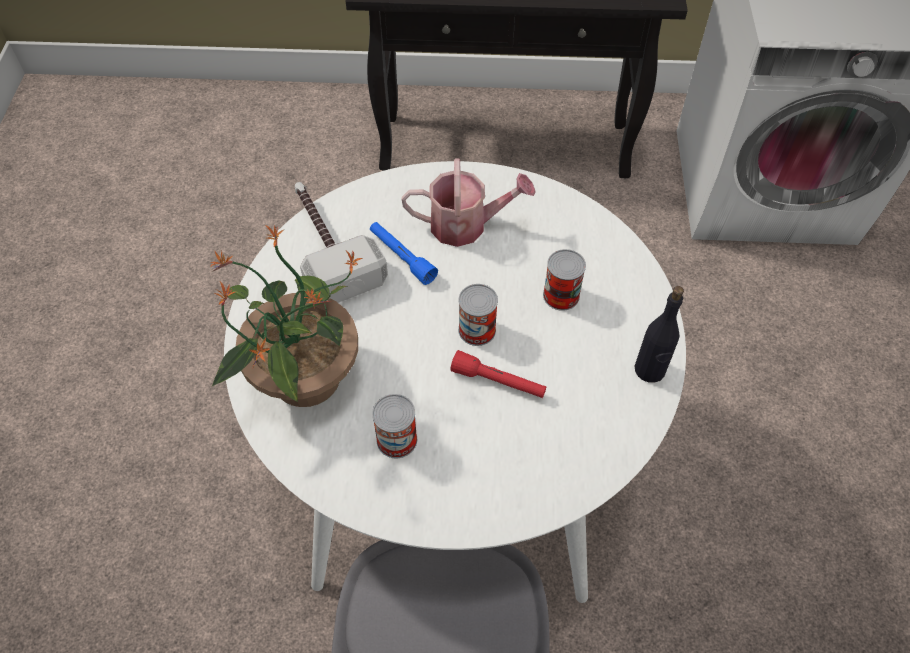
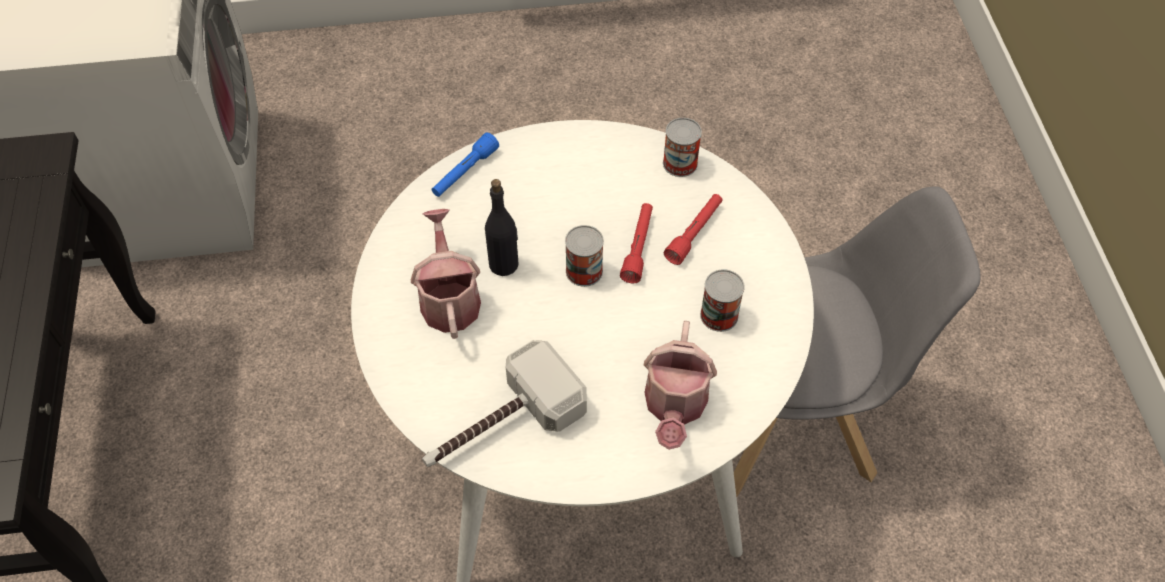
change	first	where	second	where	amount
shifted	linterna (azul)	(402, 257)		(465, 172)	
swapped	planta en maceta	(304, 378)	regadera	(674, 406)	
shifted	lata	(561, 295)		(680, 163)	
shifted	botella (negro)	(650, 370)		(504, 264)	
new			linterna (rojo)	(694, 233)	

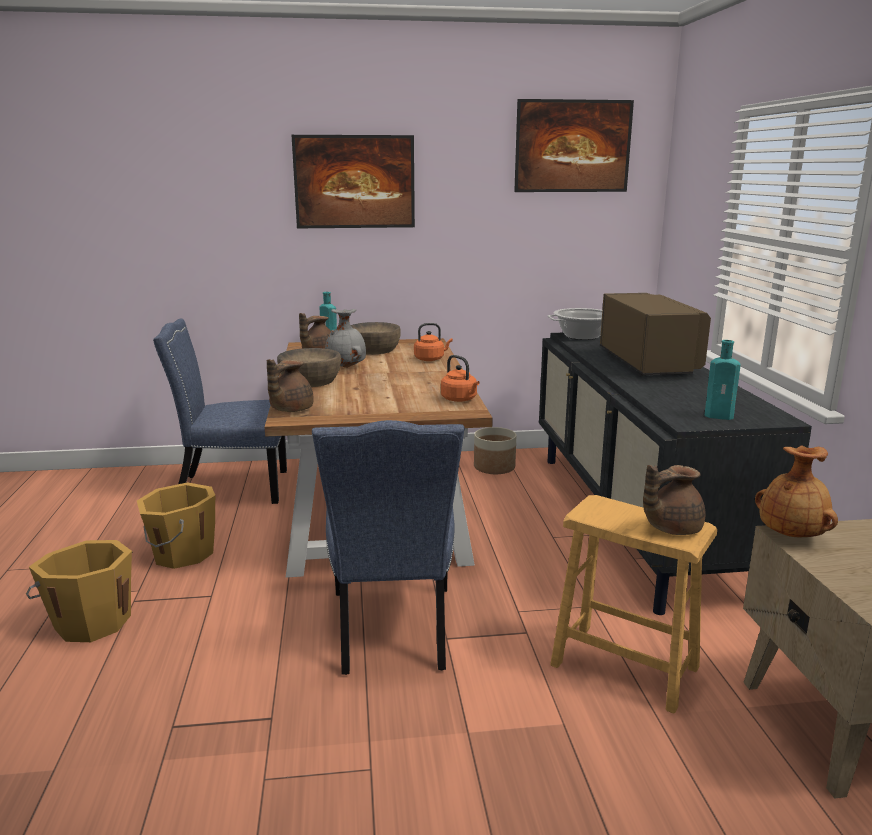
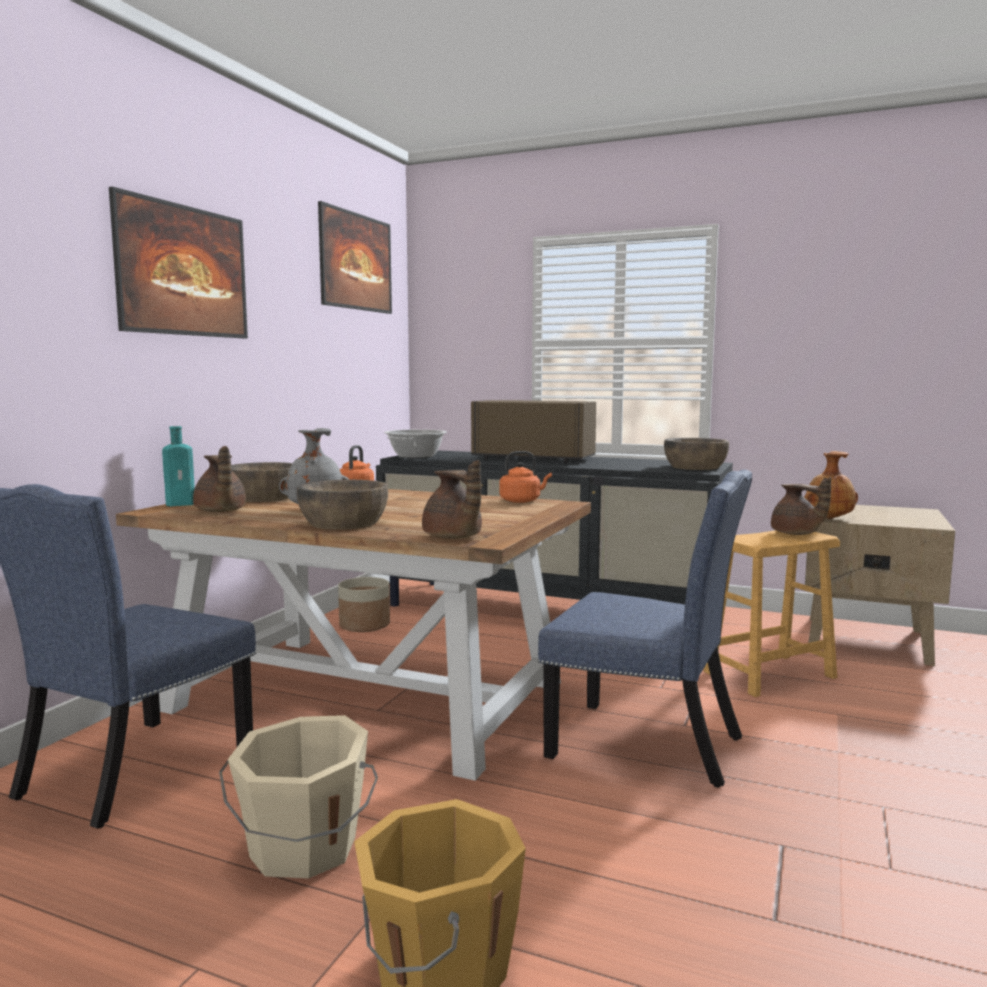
change	first	where	second	where	amount
swapped	botella (turquesa)	(721, 416)	cuenco (marrón)	(695, 467)	
rotated	tetera (marrón)	(670, 528)		(796, 534)	45 degrees counterclockwise
repainted	cubo (naranja)	(182, 553)	cubo (beis)	(303, 848)	

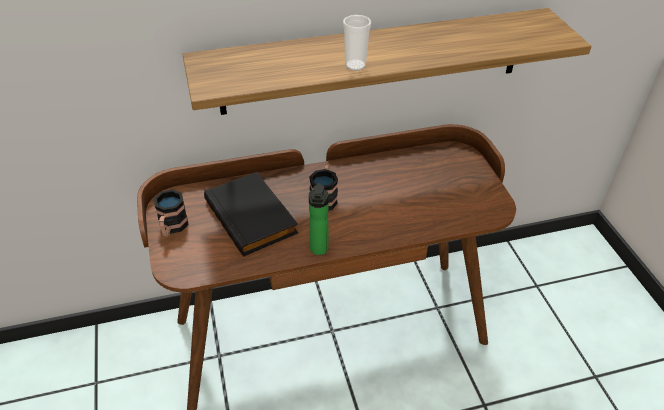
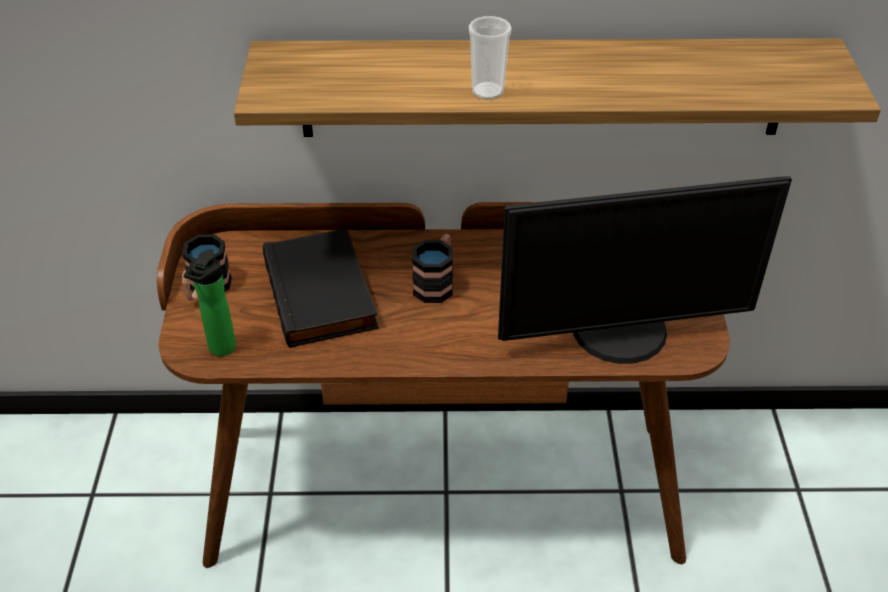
change	first	where	second	where	amount
shifted	botella	(318, 251)		(220, 350)	
new			monitor	(621, 333)	

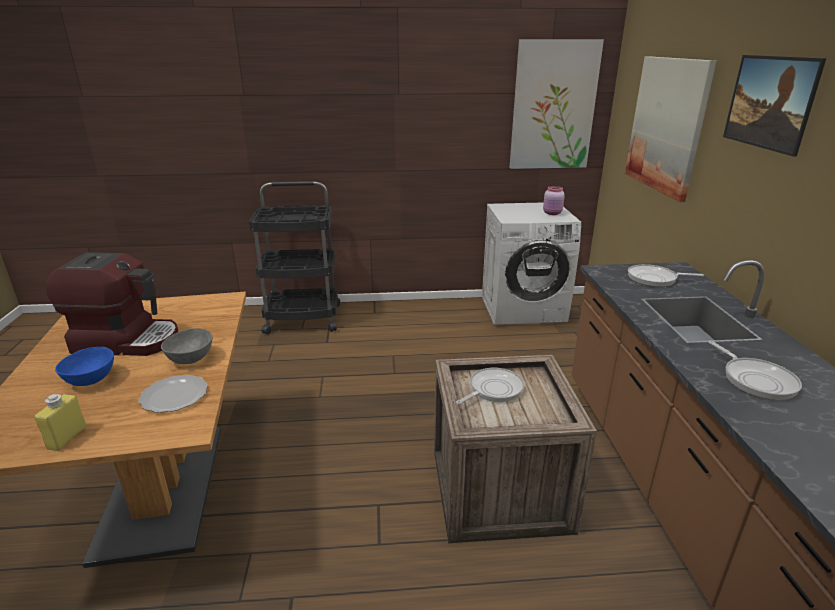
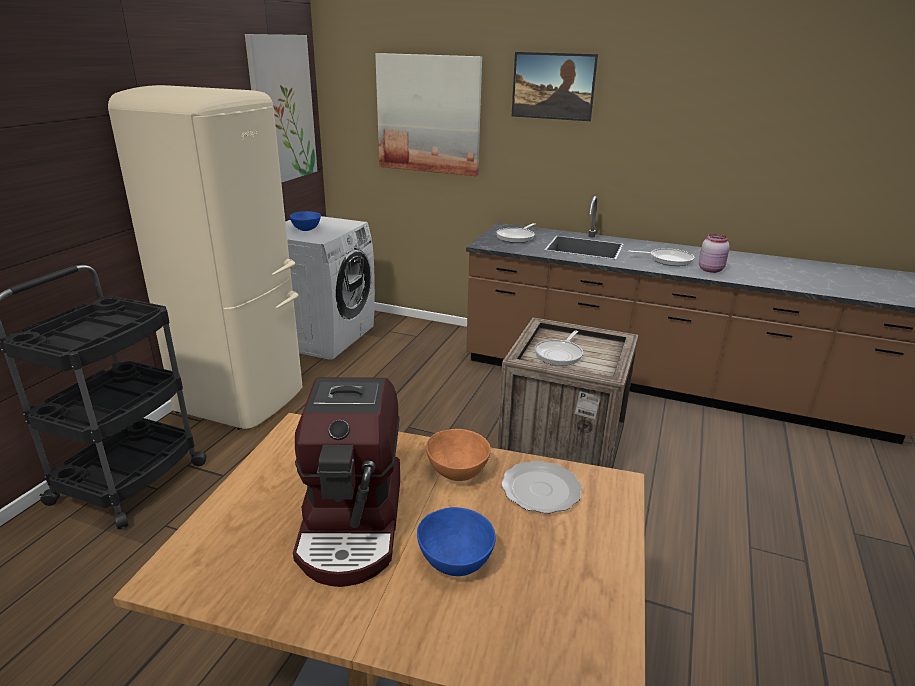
change	first	where	second	where	amount
shifted	tarro (rosa)	(552, 213)		(711, 270)	
rotated	cafetera	(127, 340)		(353, 524)	150 degrees clockwise
repainted	cuenco (gris)	(192, 359)	cuenco (naranja)	(457, 470)	
rotated	sartén	(493, 389)		(559, 354)	135 degrees counterclockwise
gone	botella (amarillo)	(67, 438)			
new			nevera (beis)	(245, 399)	
new			cuenco (azul)	(306, 229)	

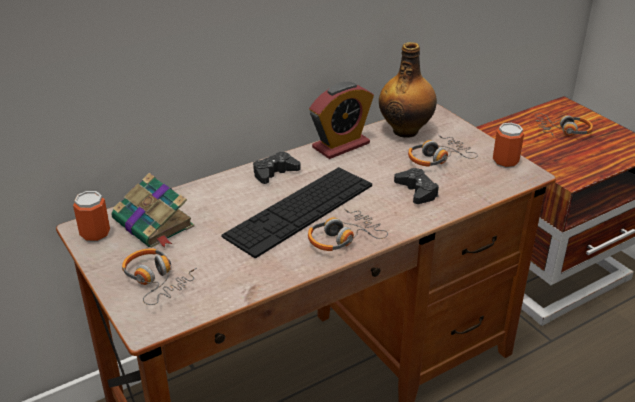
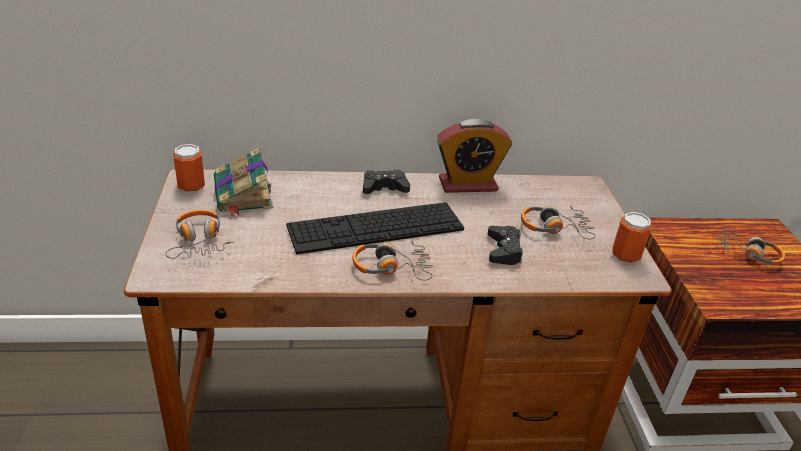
change	first	where	second	where	amount
gone	botella	(406, 130)			

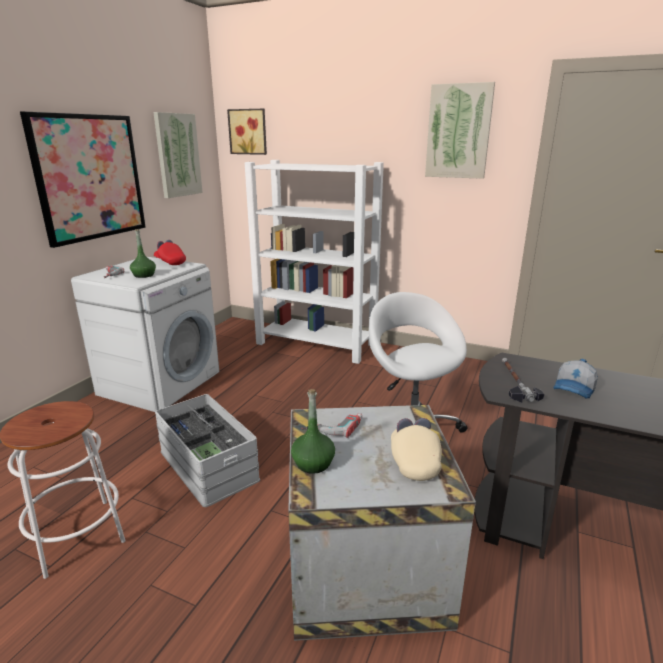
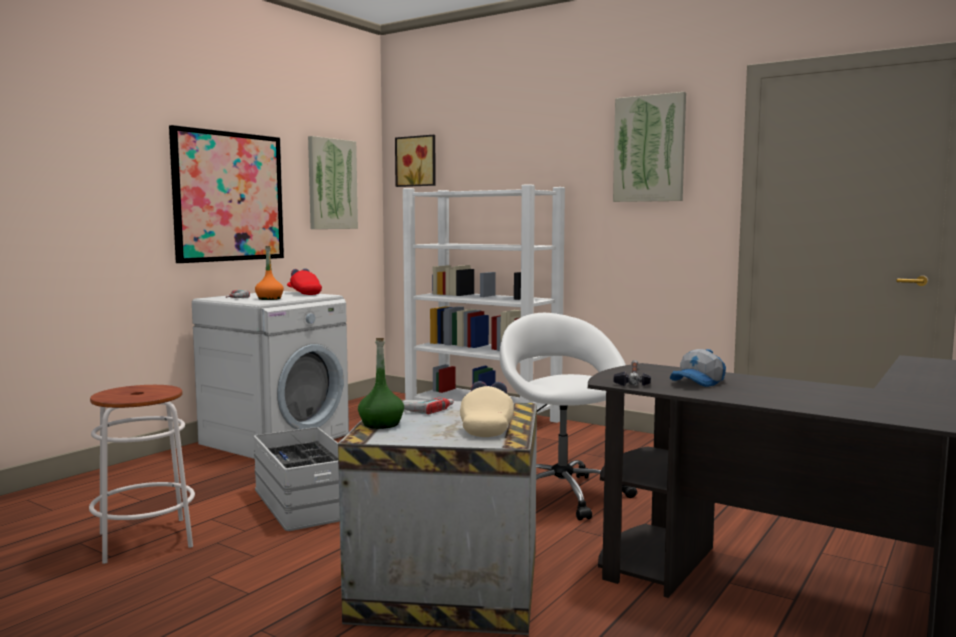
change	first	where	second	where	amount
repainted	botella (verde)	(144, 275)	botella (naranja)	(269, 299)	

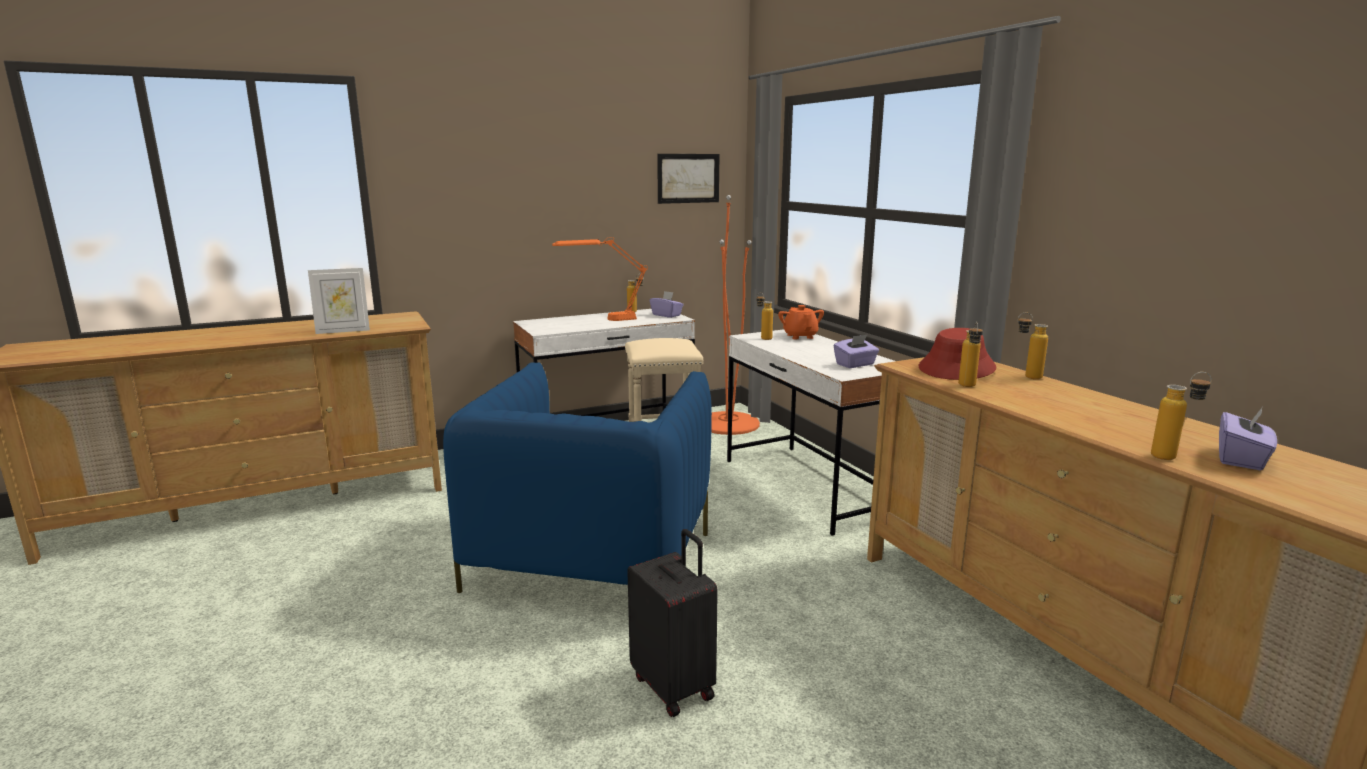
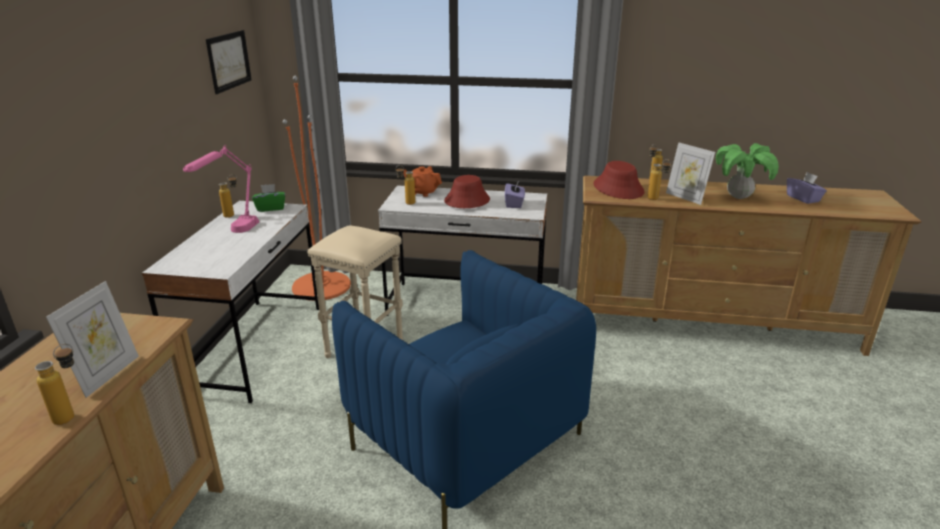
change	first	where	second	where	amount
repainted	lámpara de mesa (naranja)	(603, 320)	lámpara de mesa (rosa)	(233, 234)	
repainted	caja de pañuelos (morado)	(666, 315)	caja de pañuelos (verde)	(270, 208)	
shifted	botella	(1173, 457)		(72, 415)	
gone	maleta (negro)	(674, 686)			
new			portarretratos	(685, 198)	
new			planta en maceta	(738, 197)	
new			sombrero (rojo)	(467, 200)	

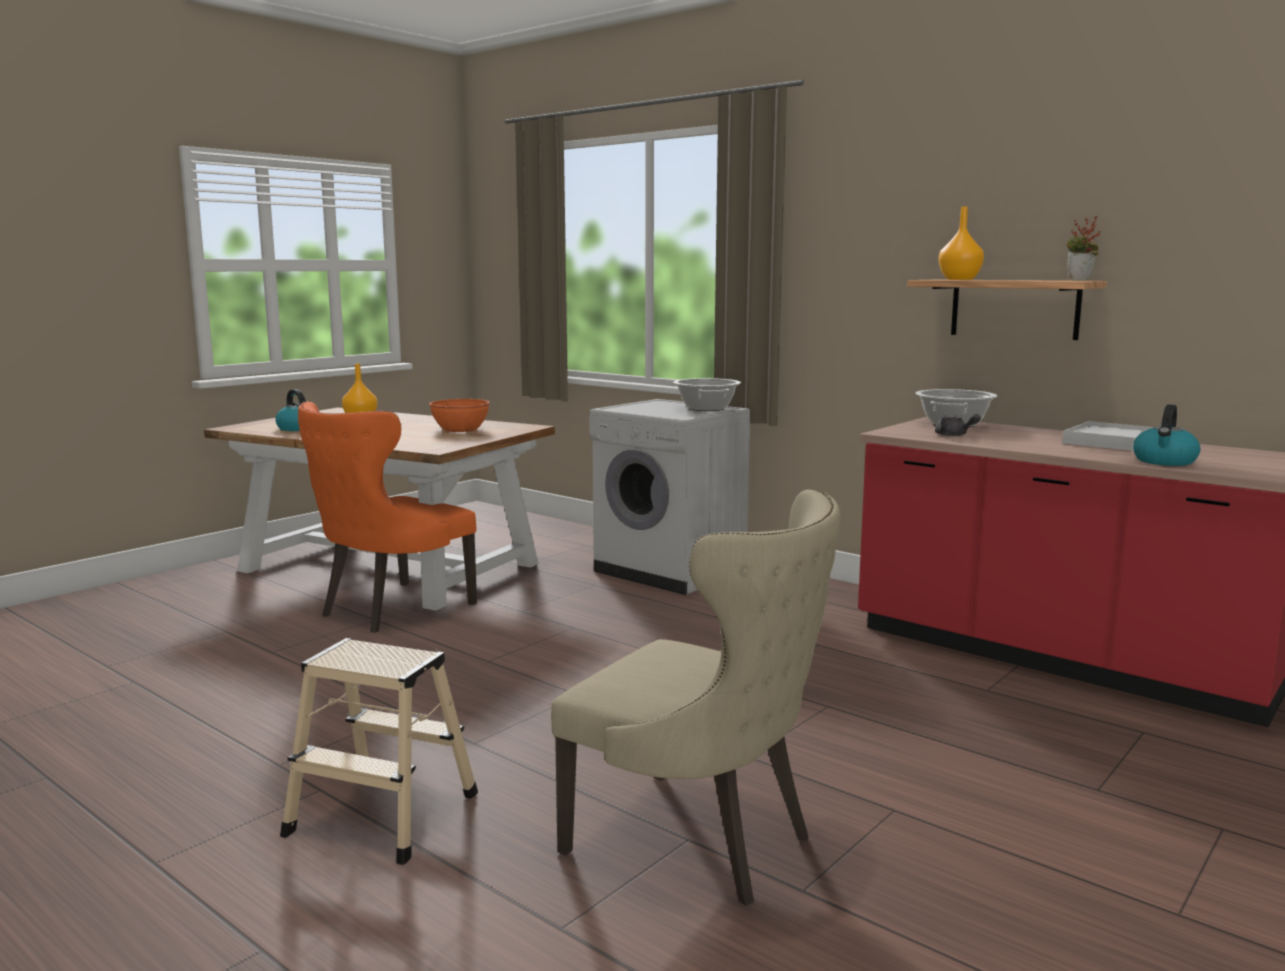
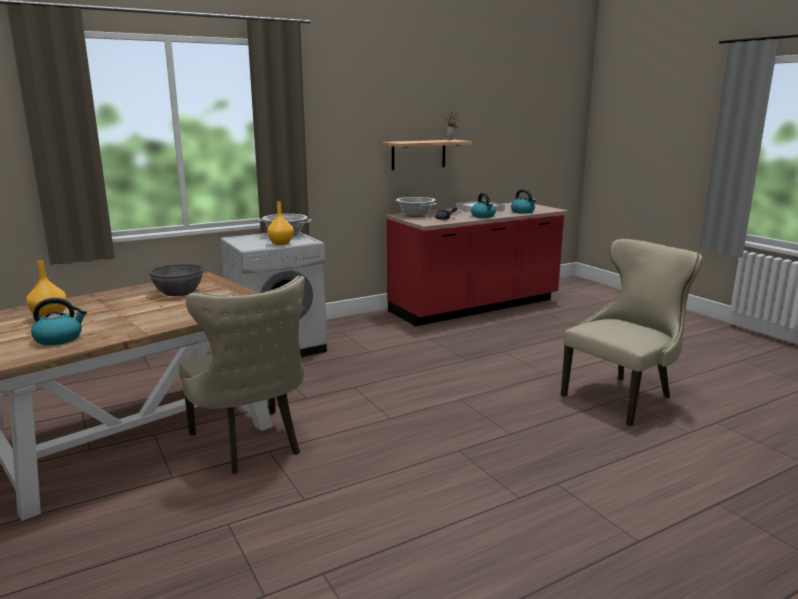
change	first	where	second	where	amount
shifted	florero (naranja)	(958, 279)		(280, 243)	
repainted	cuenco (naranja)	(460, 429)	cuenco (gris)	(178, 292)	
repainted	silla (naranja)	(391, 609)	silla (beis)	(250, 443)	
gone	escalera de tijera (beis)	(382, 813)			
new			hervidor	(483, 216)	

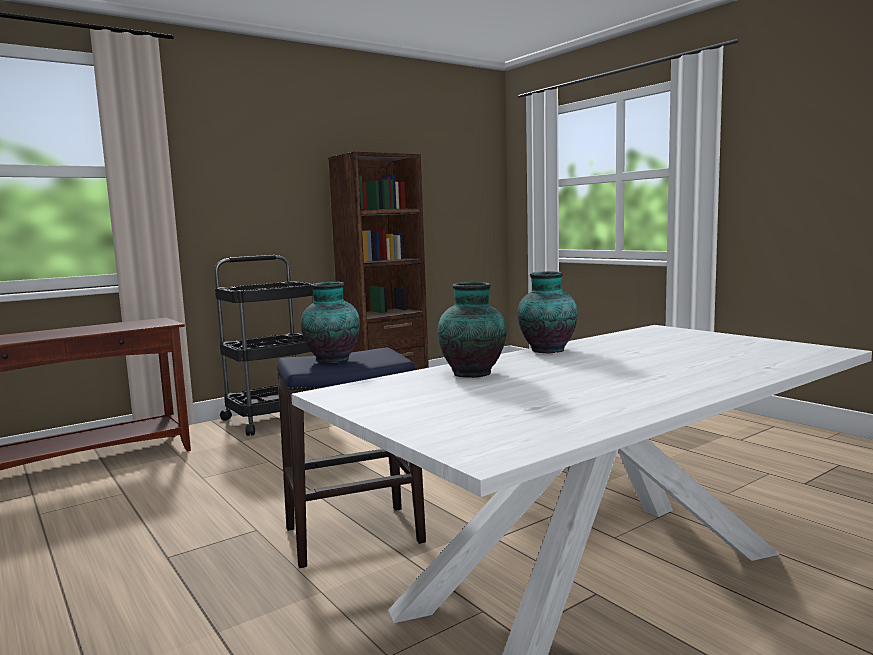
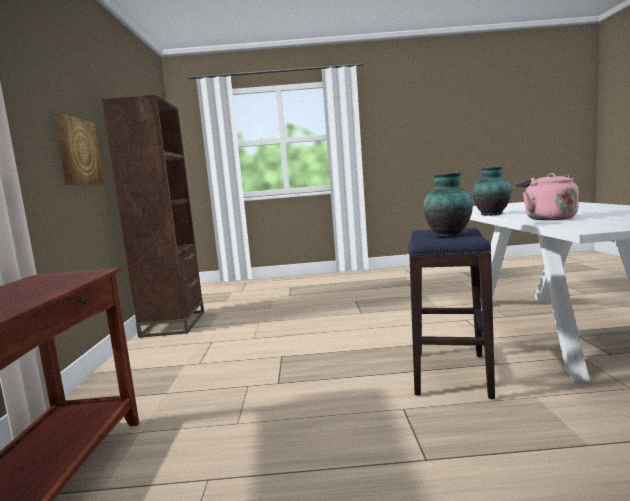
change	first	where	second	where	amount
gone	carrito (negro)	(275, 419)			
swapped	florero	(474, 373)	hervidor (rosa)	(547, 218)	
new			cuadro	(78, 152)	

